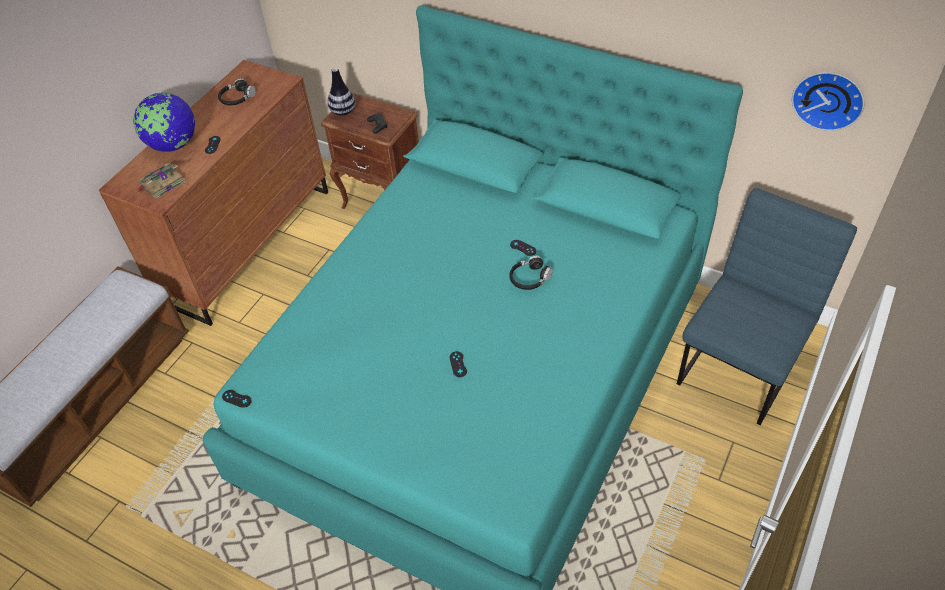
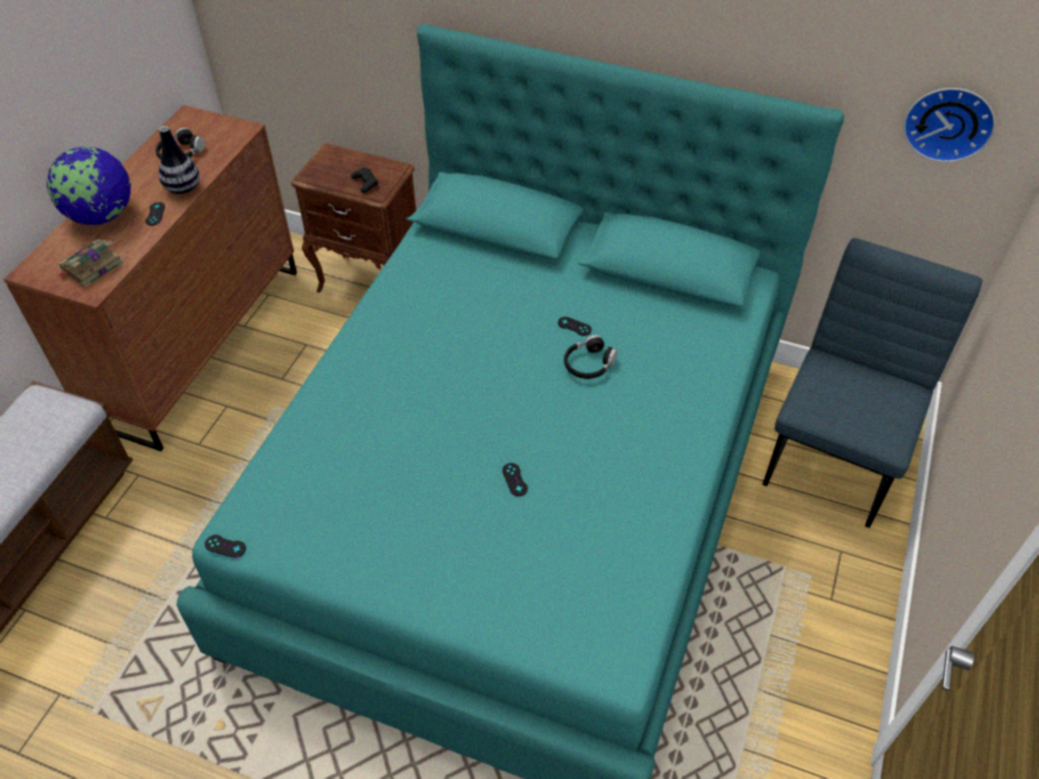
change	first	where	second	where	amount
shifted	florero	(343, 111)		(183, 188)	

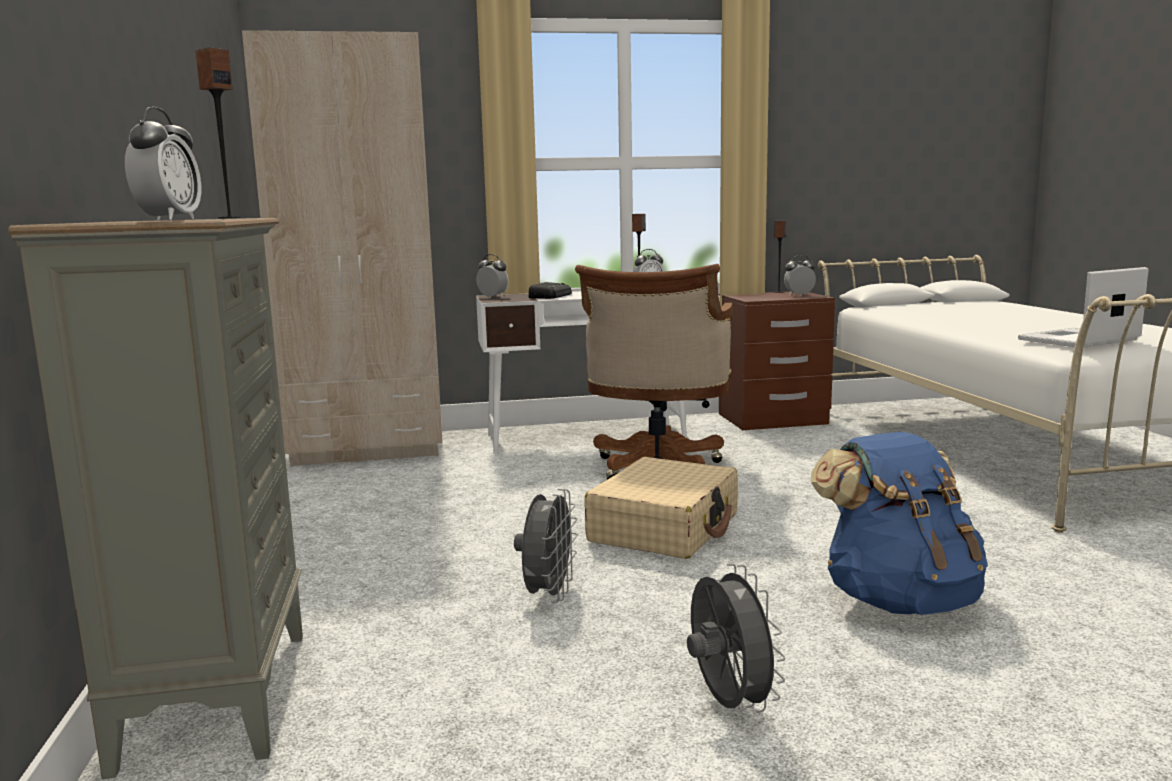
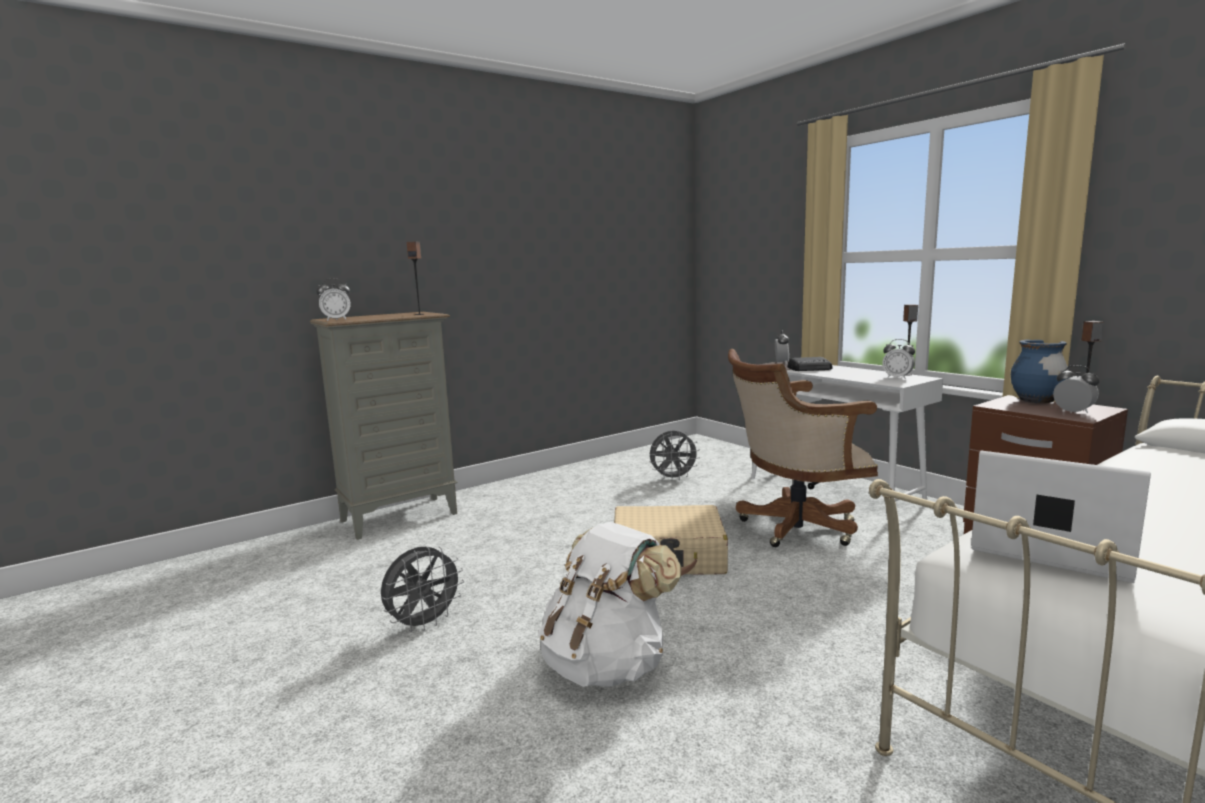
change	first	where	second	where	amount
gone	armario ropero (beis)	(369, 449)			
repainted	mochila (azul)	(899, 600)	mochila (blanco)	(607, 665)	
shifted	ventilador (gris)	(548, 595)		(673, 478)	
new			florero (azul)	(1036, 401)	

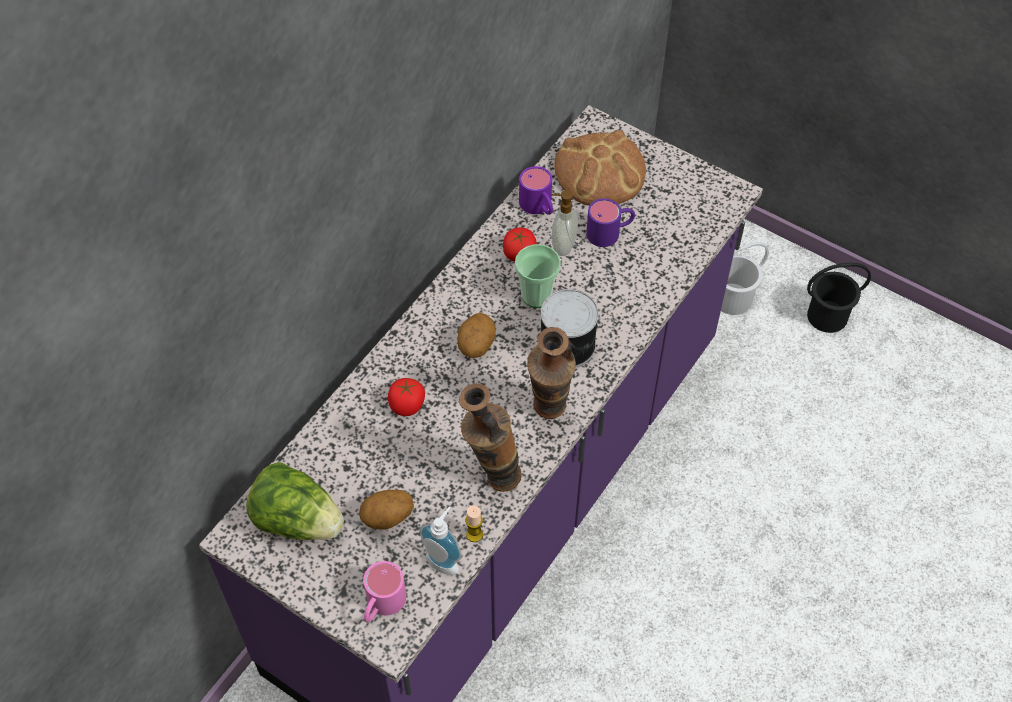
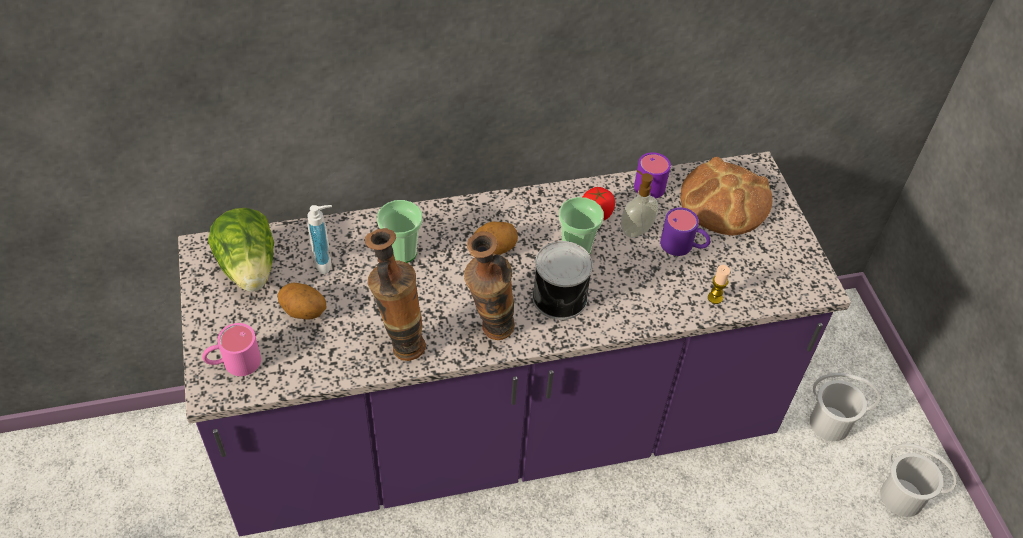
change	first	where	second	where	amount
repainted	cubo (negro)	(828, 316)	cubo (blanco)	(901, 498)	
swapped	tomate	(407, 405)	taza	(402, 252)	
shifted	vela	(474, 534)		(715, 298)	
shifted	dispensador de jabón	(444, 560)		(326, 261)	

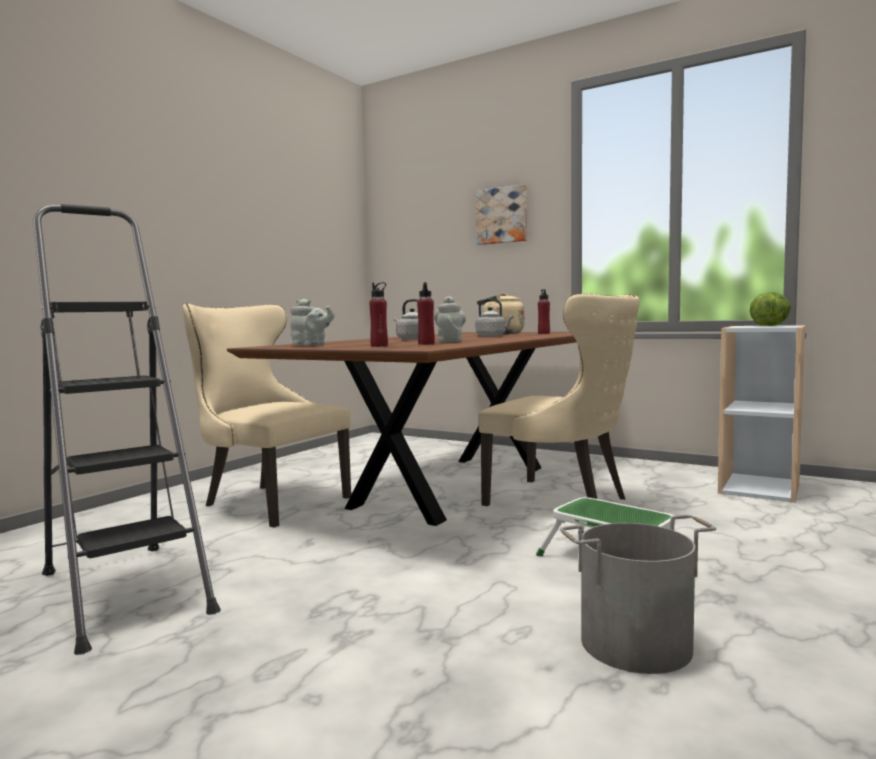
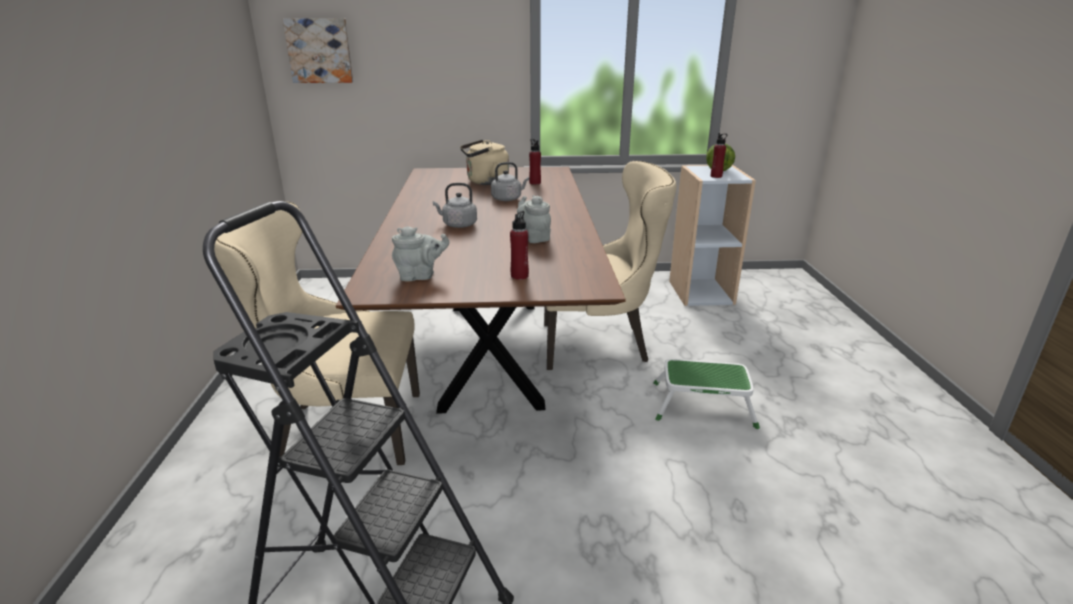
change	first	where	second	where	amount
shifted	cuadro	(502, 215)		(319, 51)	
shifted	botella (rojo)	(426, 344)		(716, 176)	
gone	cubo (gris)	(636, 644)			

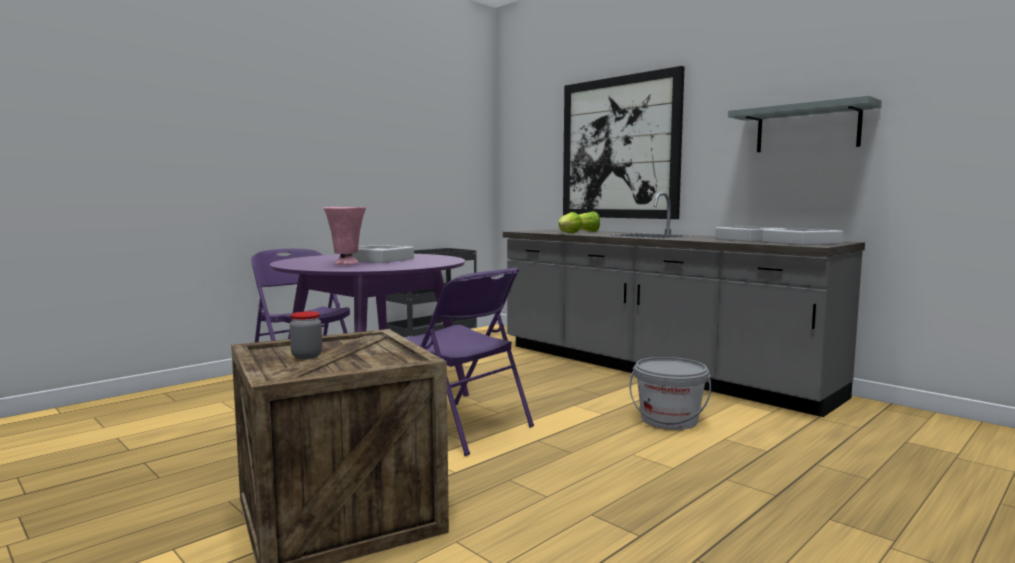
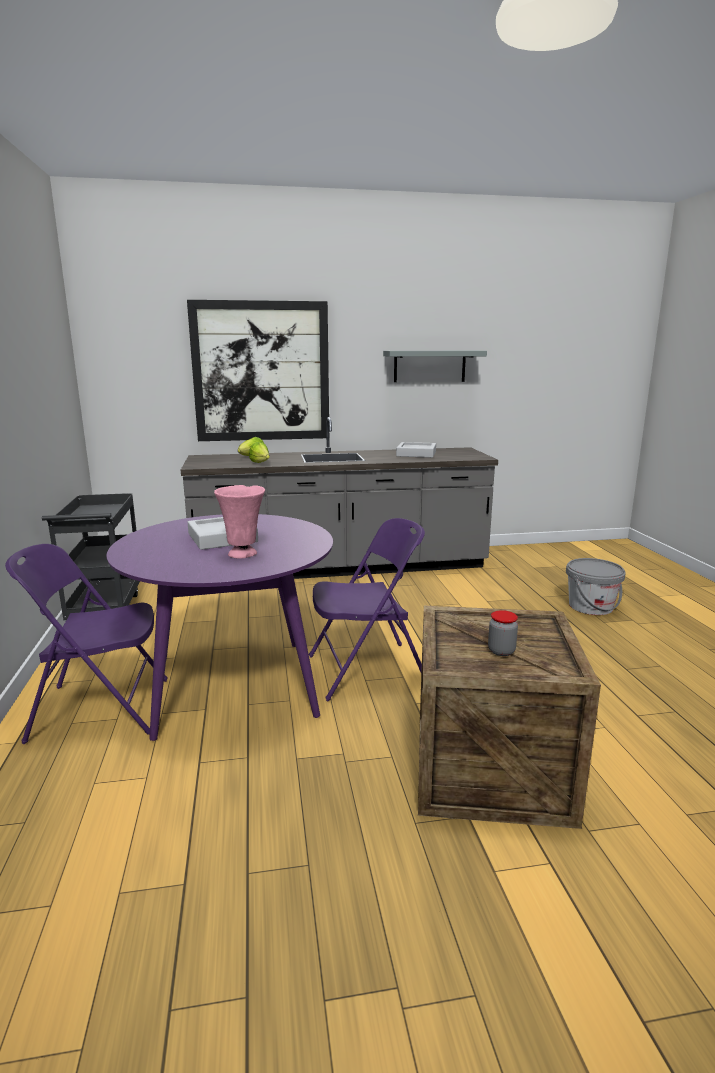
change	first	where	second	where	amount
gone	bandeja (gris)	(801, 243)			
shifted	cubo (gris)	(669, 420)		(590, 606)	

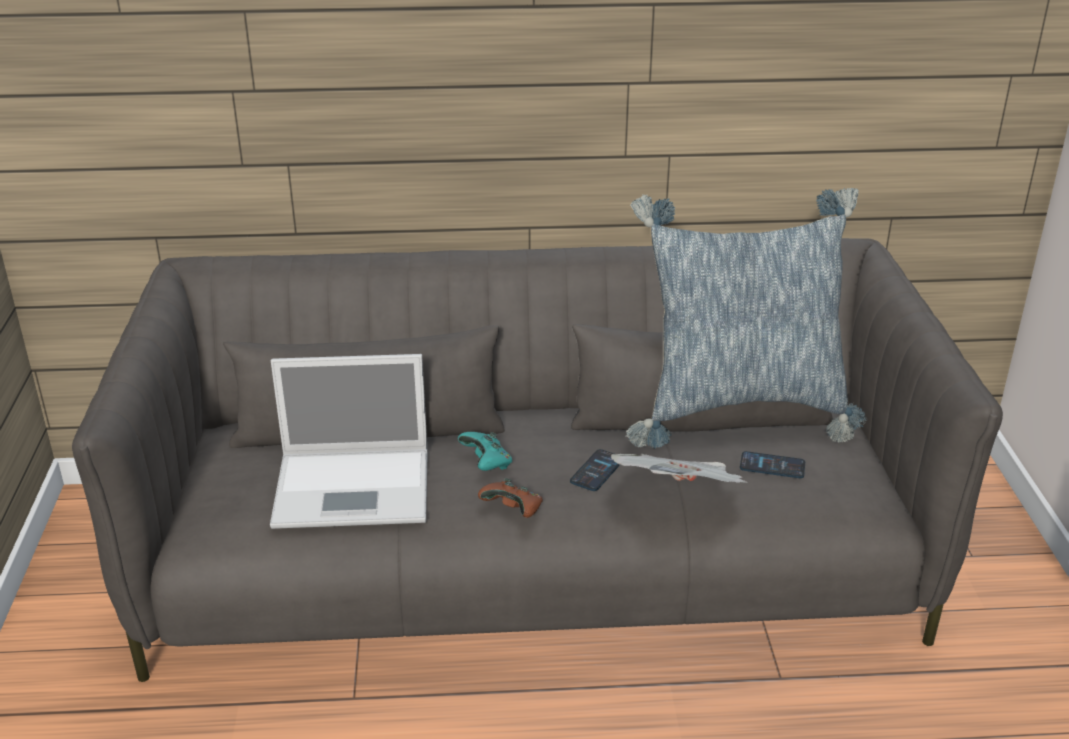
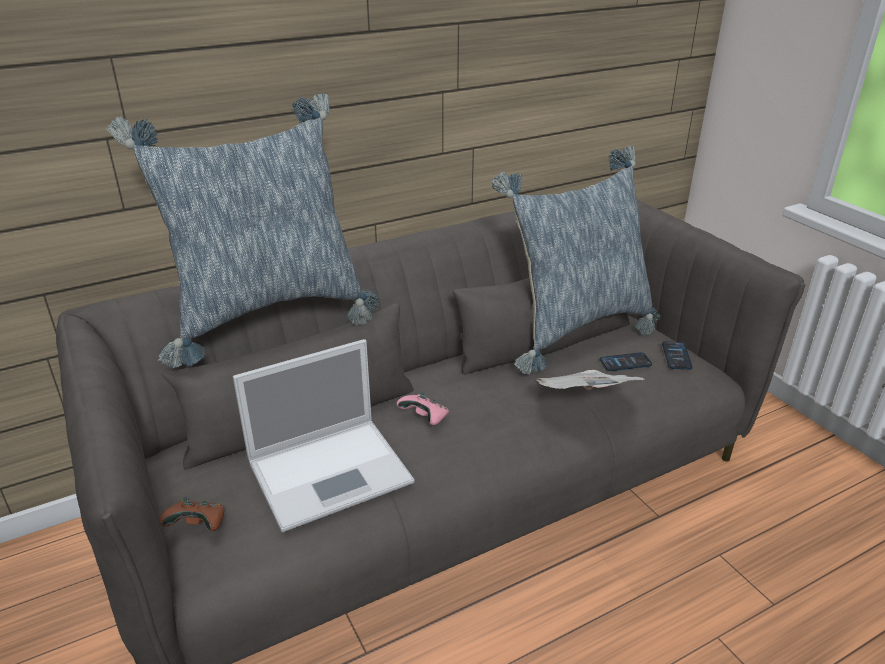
change	first	where	second	where	amount
repainted	mando de consola (turquesa)	(487, 463)	mando de consola (rosa)	(425, 419)	
shifted	móvil	(597, 471)		(676, 356)	
shifted	mando de consola (marrón)	(514, 511)		(198, 526)	
new			cojín	(267, 328)	

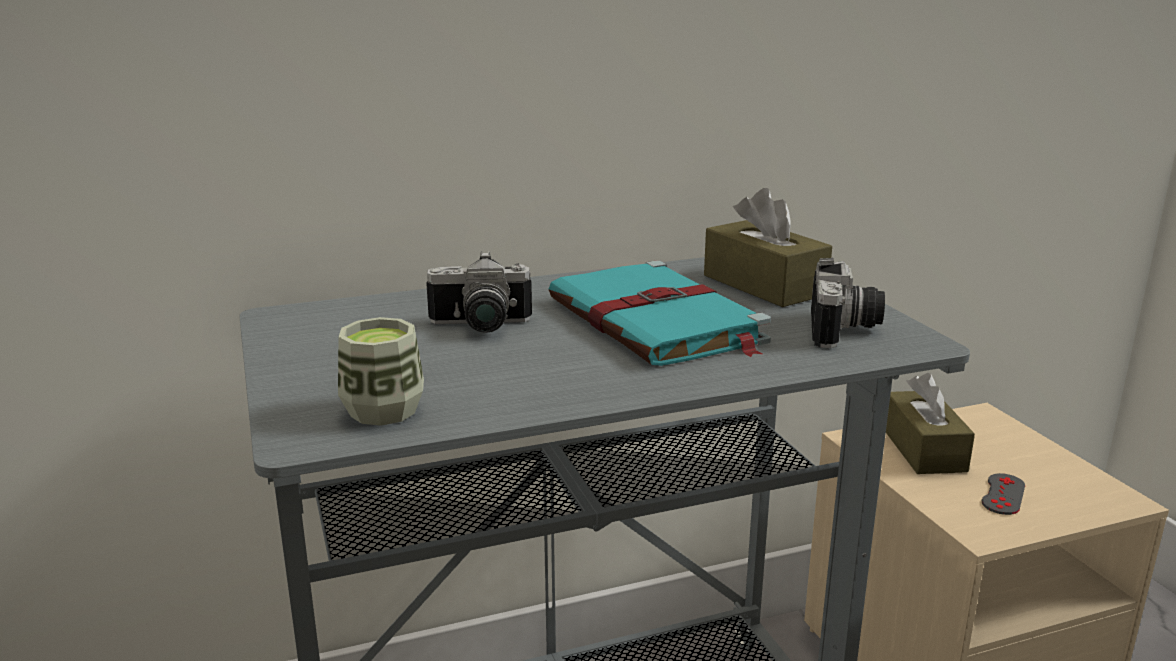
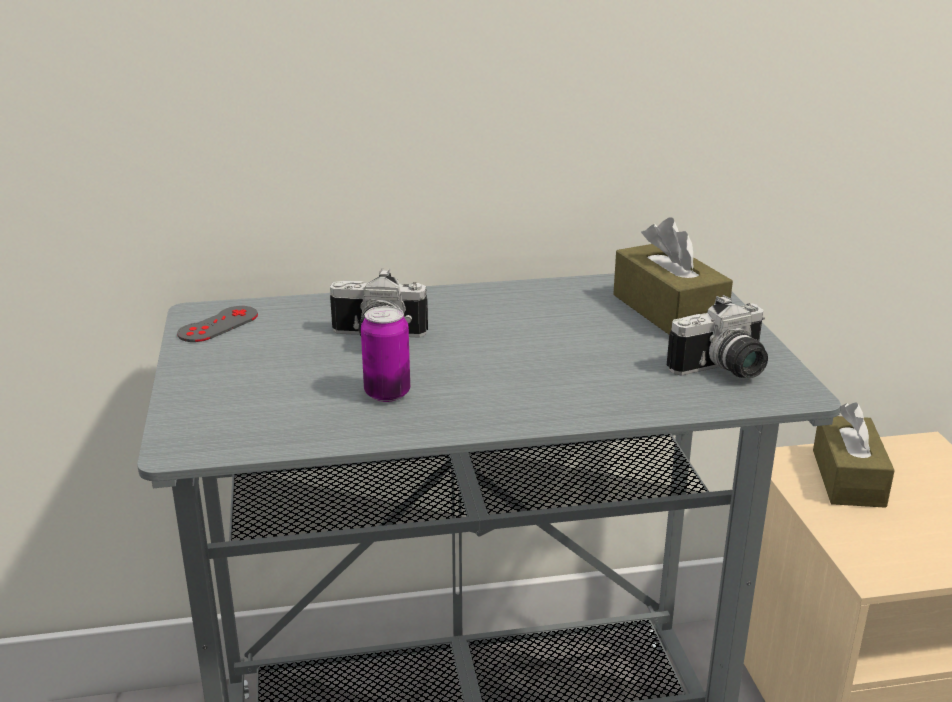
change	first	where	second	where	amount
rotated	cámara	(845, 330)		(724, 371)	45 degrees clockwise
gone	libro (turquesa)	(657, 322)			
gone	taza	(383, 410)			
shifted	mando de consola (gris)	(1003, 494)		(218, 324)	
new			lata	(387, 393)	

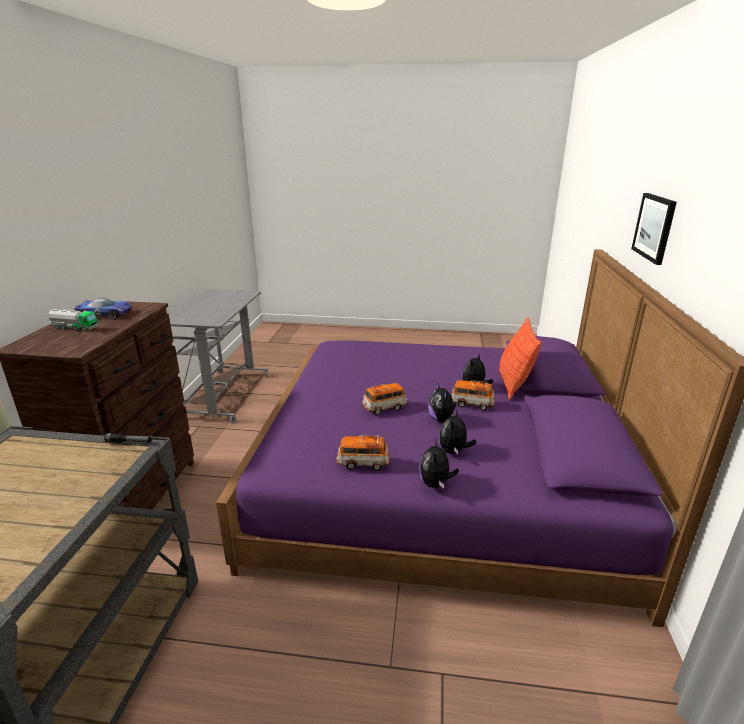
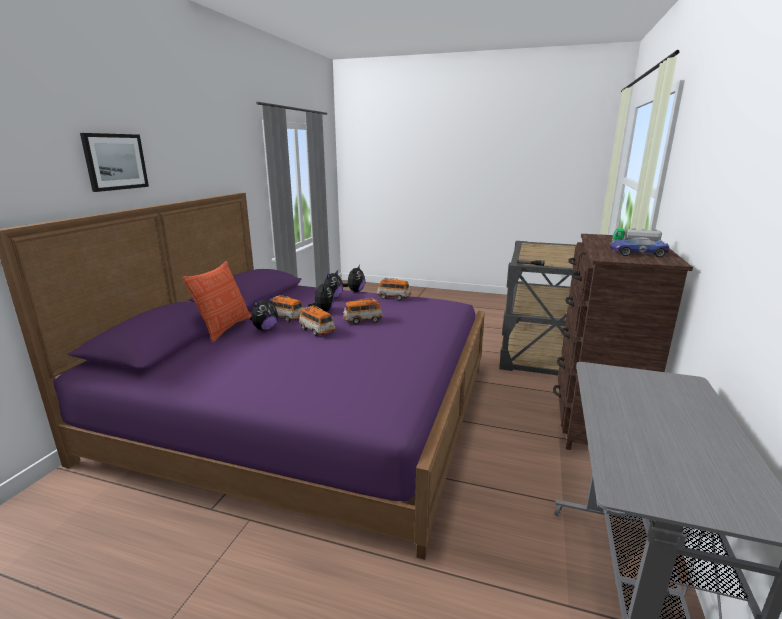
change	first	where	second	where	amount
new			coche de juguete	(317, 331)	

